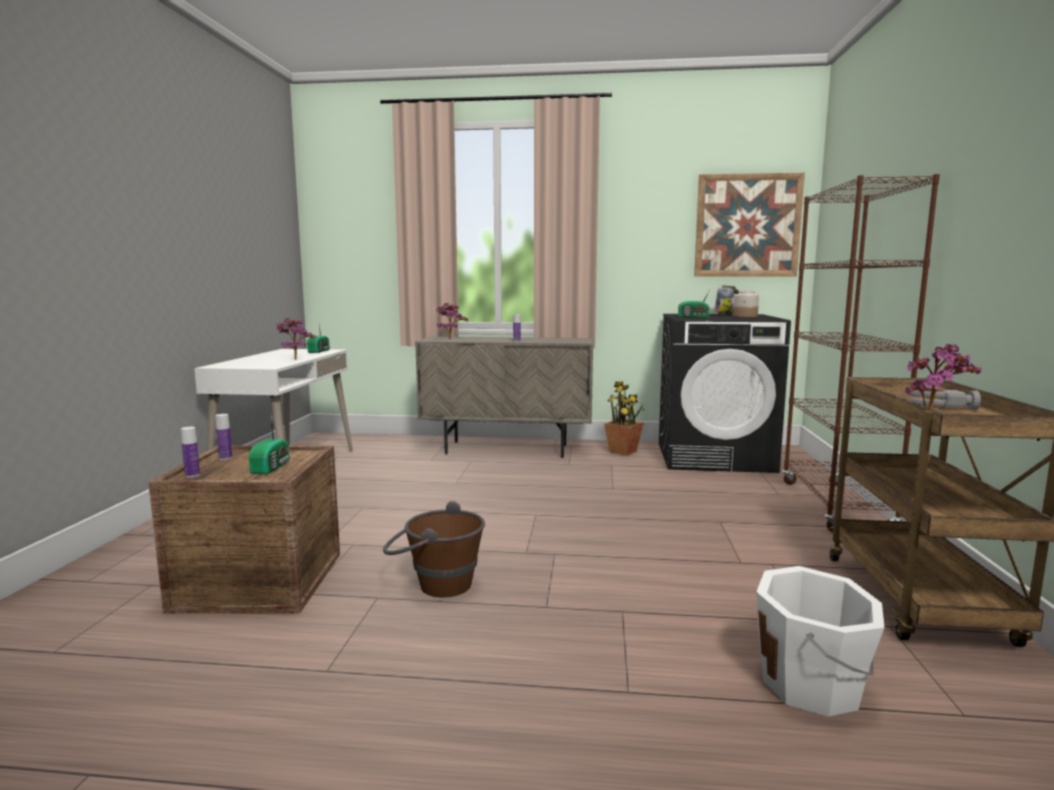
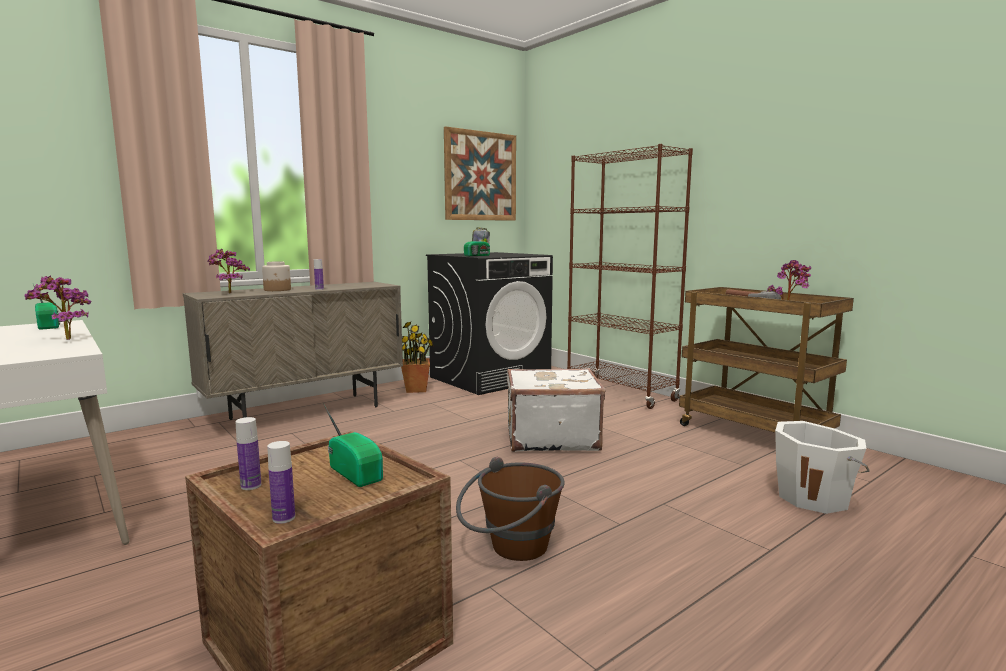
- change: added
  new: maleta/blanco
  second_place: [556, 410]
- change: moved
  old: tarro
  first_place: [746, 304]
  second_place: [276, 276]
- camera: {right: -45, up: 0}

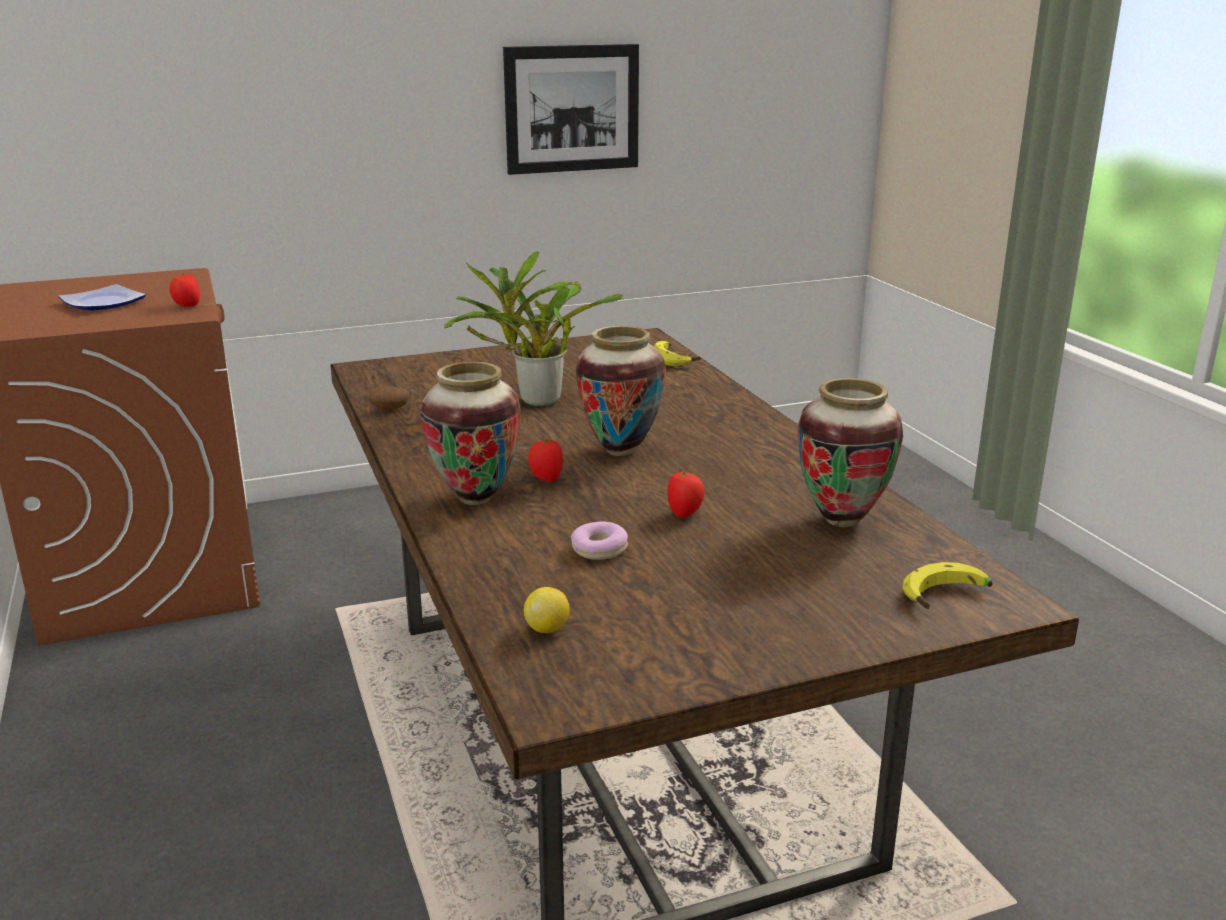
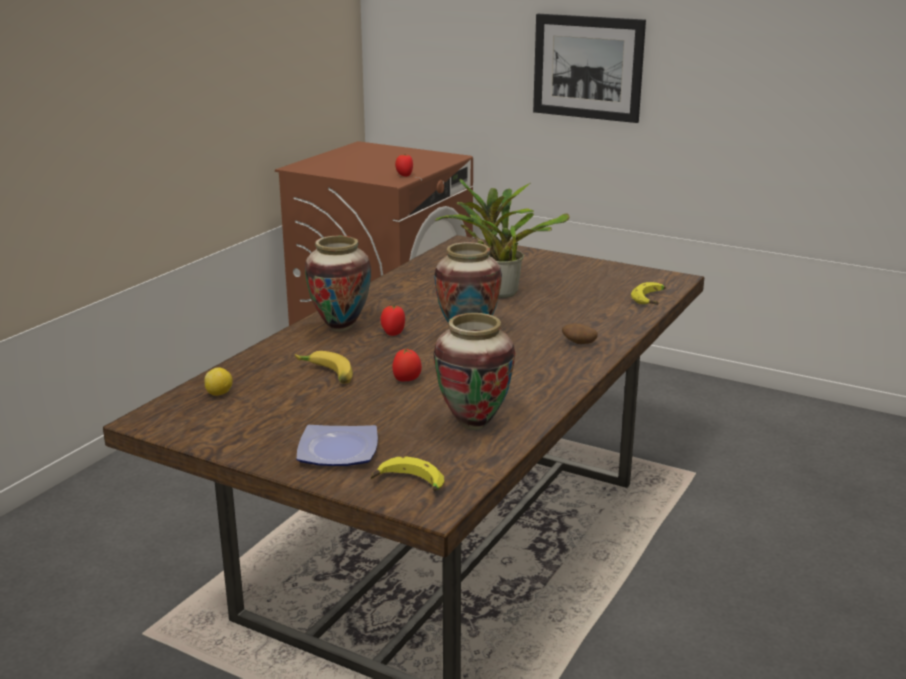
- change: moved
  old: plato
  first_place: [102, 297]
  second_place: [337, 445]
- change: moved
  old: patata
  first_place: [388, 398]
  second_place: [580, 333]
- change: moved
  old: cuadro
  first_place: [571, 109]
  second_place: [589, 68]
- change: replaced
  old: rosquilla
  new: plátano
  first_place: [599, 540]
  second_place: [324, 367]
- camera: {right: 50, up: 0}

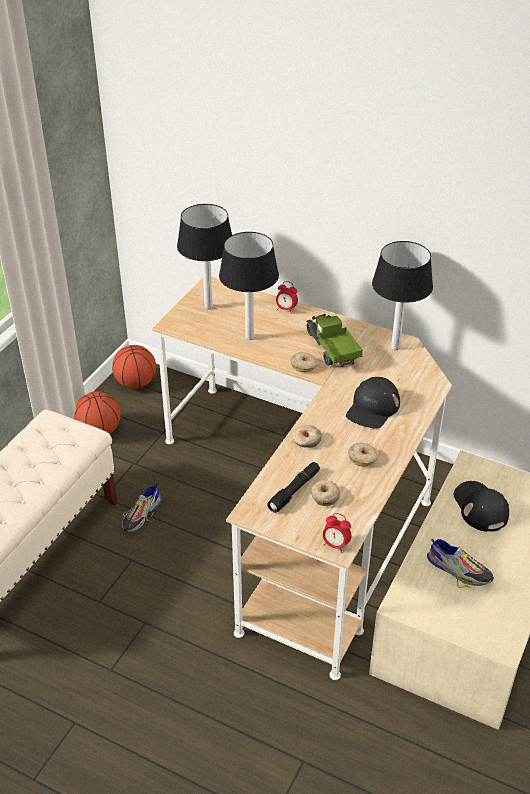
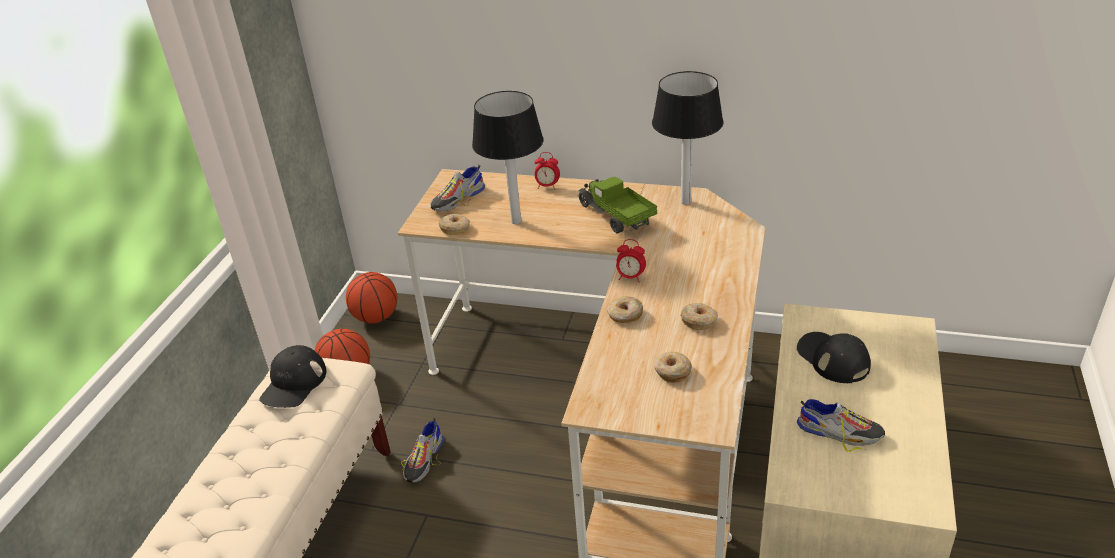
- change: removed
  old: linterna/negro
  first_place: [293, 487]
- change: moved
  old: rosquilla
  first_place: [303, 362]
  second_place: [454, 224]
- change: moved
  old: despertador
  first_place: [337, 533]
  second_place: [631, 260]
- change: moved
  old: gorra/negro
  first_place: [373, 403]
  second_place: [292, 376]
- change: replaced
  old: lámpara de mesa
  new: zapato
  first_place: [204, 256]
  second_place: [457, 188]
- camera: {right: -10, up: -5}

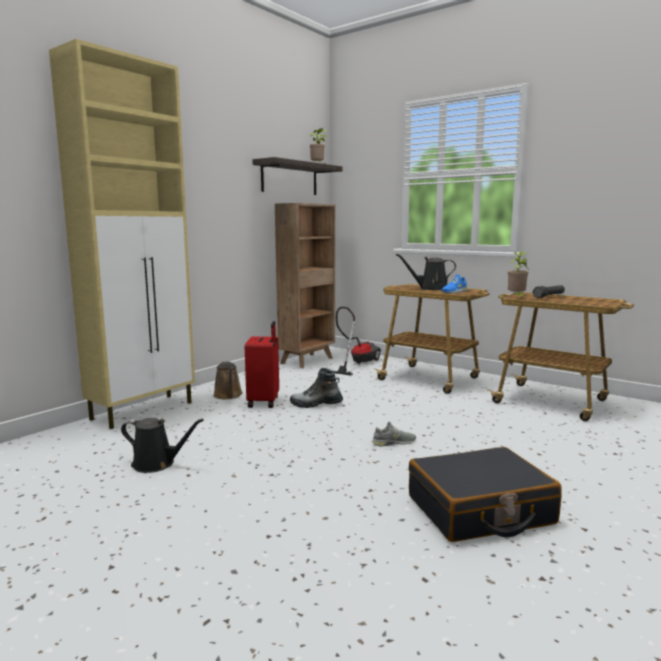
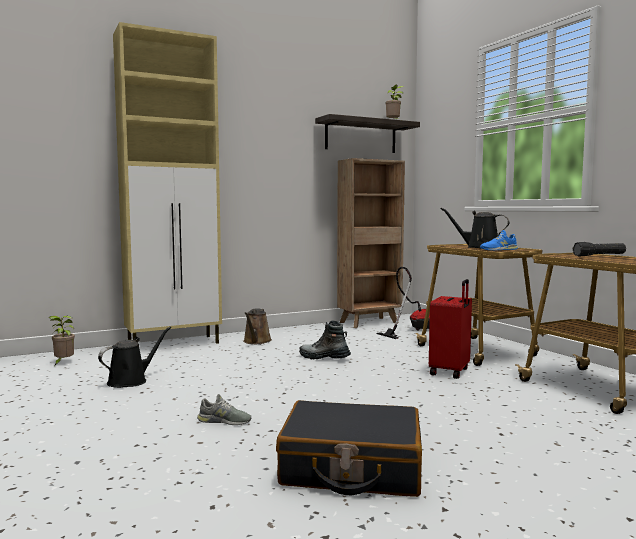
- change: moved
  old: maleta/rojo
  first_place: [262, 364]
  second_place: [450, 329]
- change: moved
  old: zapato/gris
  first_place: [394, 433]
  second_place: [224, 409]
- change: moved
  old: planta en maceta
  first_place: [518, 275]
  second_place: [62, 340]
- change: turned
  old: regadera/negro
  first_place: [162, 445]
  second_place: [134, 357]
  degrees: -90
- camera: {right: 25, up: -5}

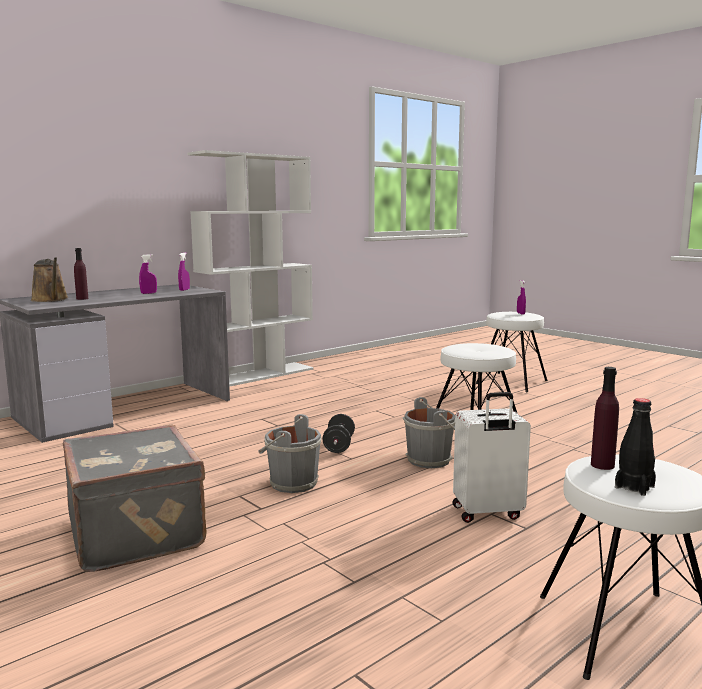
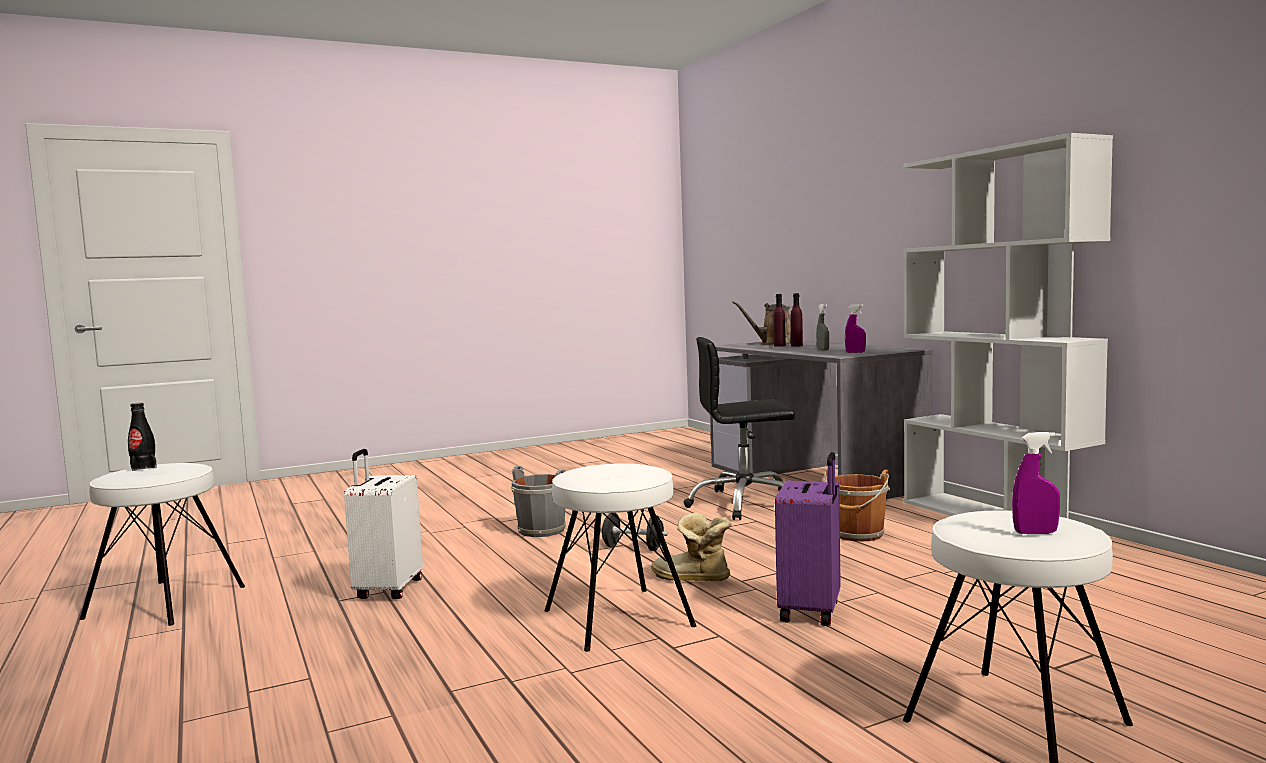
- change: removed
  old: maleta/gris
  first_place: [135, 498]
- change: removed
  old: cubo/gris
  first_place: [428, 432]
- change: added
  new: bota
  second_place: [691, 547]
- change: added
  new: silla de oficina/negro
  second_place: [738, 428]
- change: added
  new: maleta/morado
  second_place: [808, 539]
- change: added
  new: cubo/marrón
  second_place: [856, 504]
- change: moved
  old: botella/morado
  first_place: [605, 418]
  second_place: [797, 320]
- change: recoloured
  old: pulverizador/morado
  new: pulverizador/gris
  first_place: [148, 274]
  second_place: [822, 327]
- camera: {right: 105, up: -5}

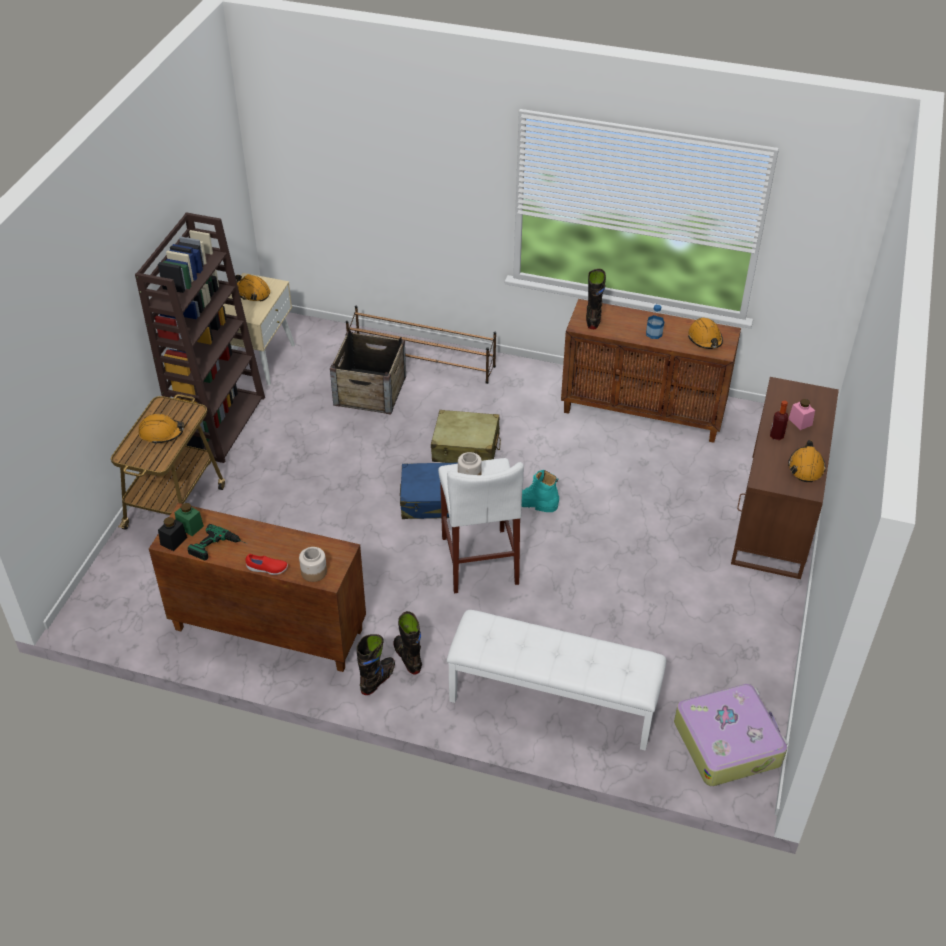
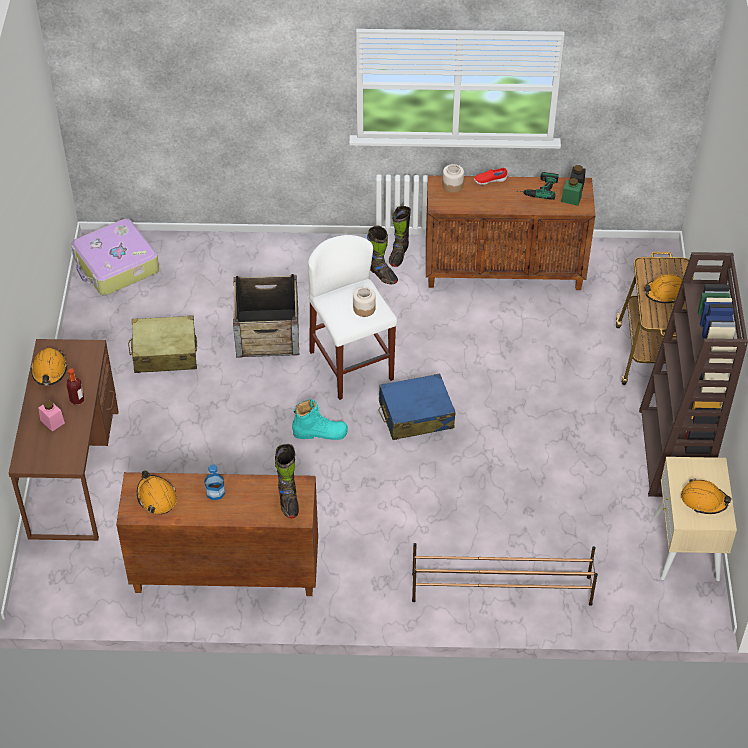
- change: removed
  old: banco/blanco
  first_place: [556, 680]
- change: moved
  old: caja de embalaje
  first_place: [368, 372]
  second_place: [266, 316]
- change: moved
  old: maleta/beis
  first_place: [466, 436]
  second_place: [162, 344]
- camera: {right: 165, up: 5}

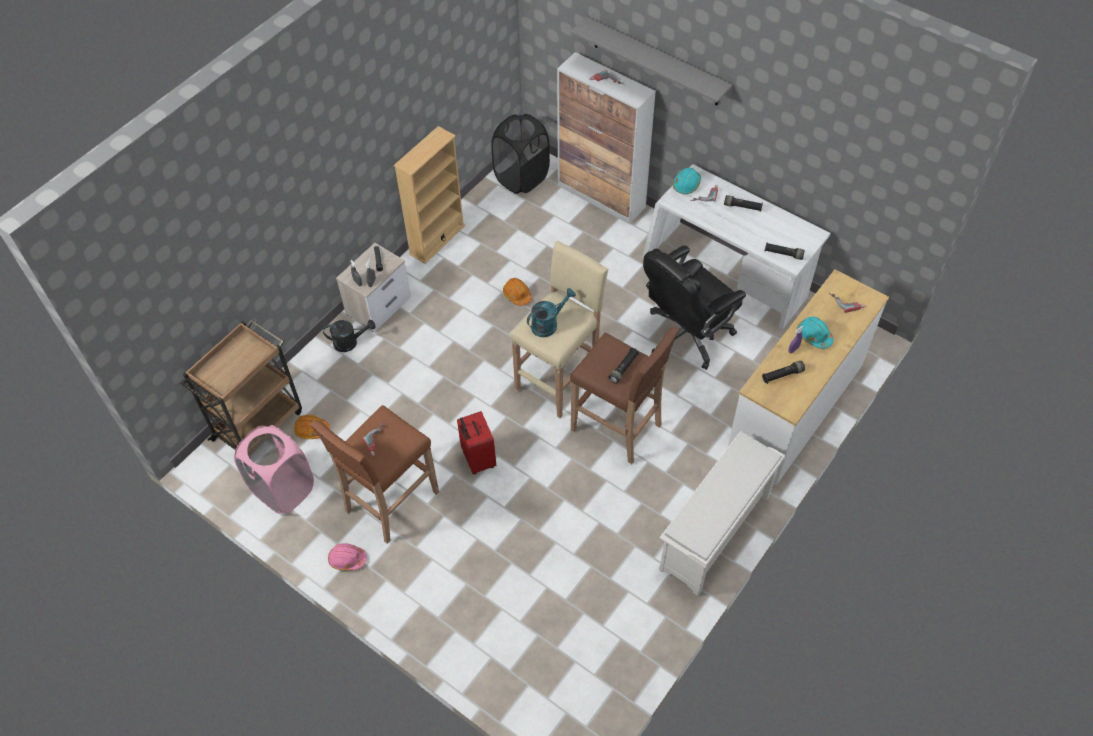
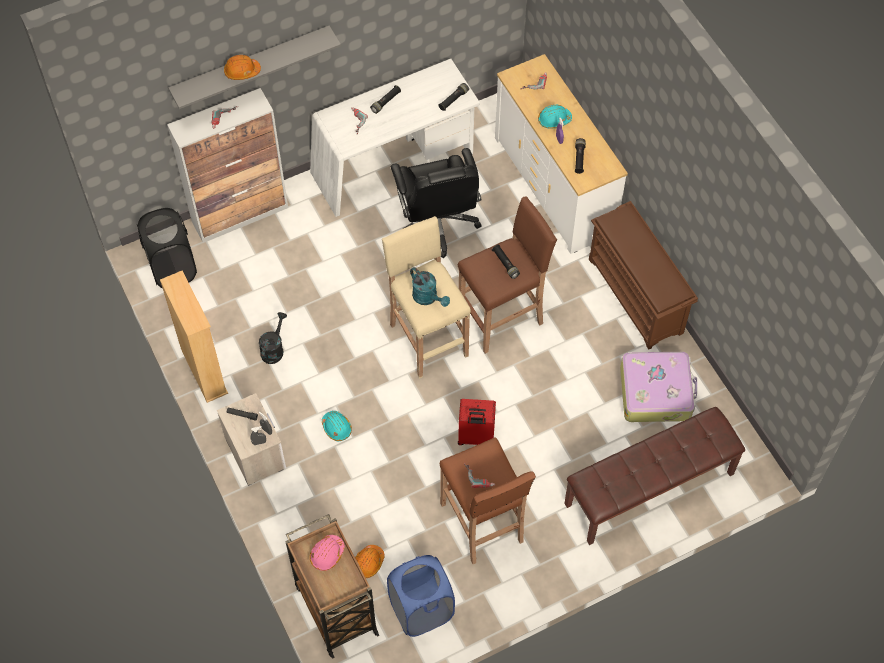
- change: added
  new: banco/marrón
  second_place: [654, 476]
- change: added
  new: maleta
  second_place: [658, 387]
- change: moved
  old: regadera/negro
  first_place: [349, 336]
  second_place: [273, 338]
- change: moved
  old: casco/rosa
  first_place: [347, 557]
  second_place: [327, 553]
- change: moved
  old: casco/naranja
  first_place: [517, 292]
  second_place: [242, 67]
- change: moved
  old: casco/turquesa
  first_place: [687, 180]
  second_place: [337, 426]
- change: recoloured
  old: cesto de la ropa/rosa
  new: cesto de la ropa/azul
  first_place: [274, 469]
  second_place: [421, 596]
- change: recoloured
  old: zapatero/blanco
  new: zapatero/marrón
  first_place: [722, 513]
  second_place: [643, 275]
- change: turned
  old: regadera/turquesa
  first_place: [551, 312]
  second_place: [430, 287]
  degrees: 150
- camera: {right: -65, up: 5}

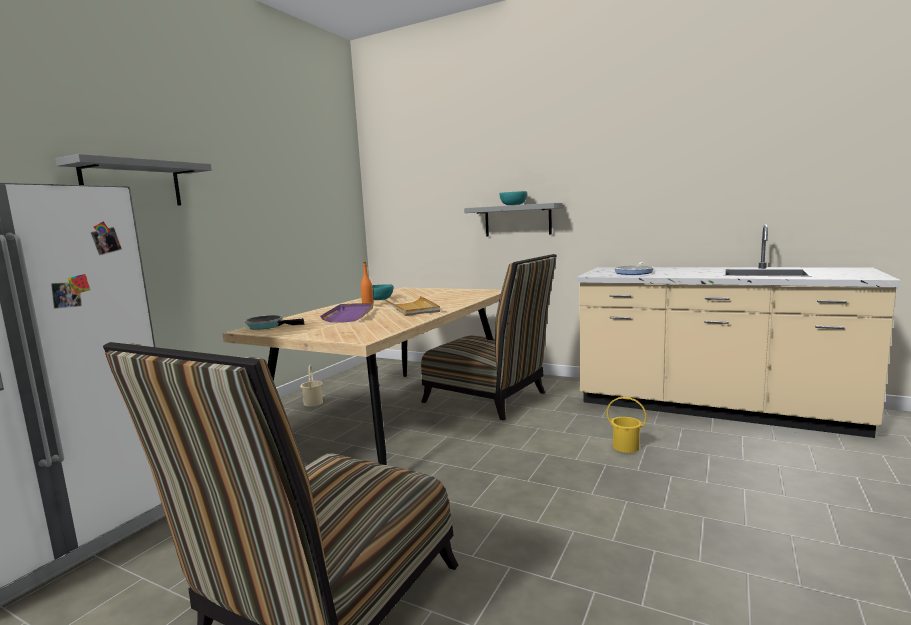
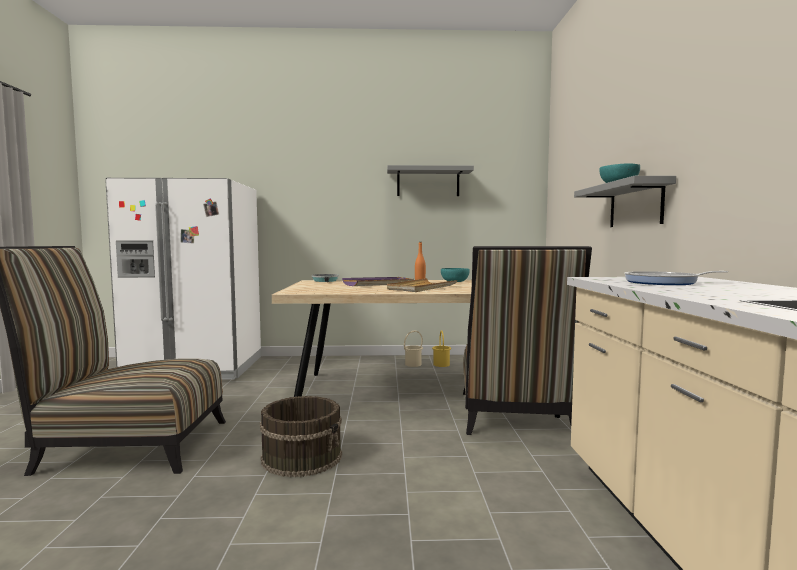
- change: added
  new: cubo/marrón
  second_place: [301, 436]
- change: moved
  old: estante/gris
  first_place: [133, 180]
  second_place: [430, 180]
- change: moved
  old: cubo/amarillo
  first_place: [627, 425]
  second_place: [441, 348]
- camera: {right: 60, up: -5}

